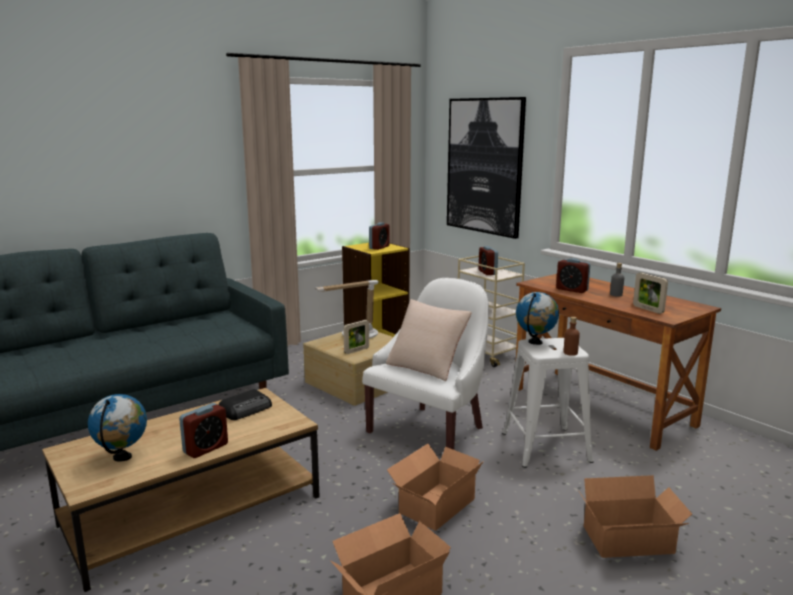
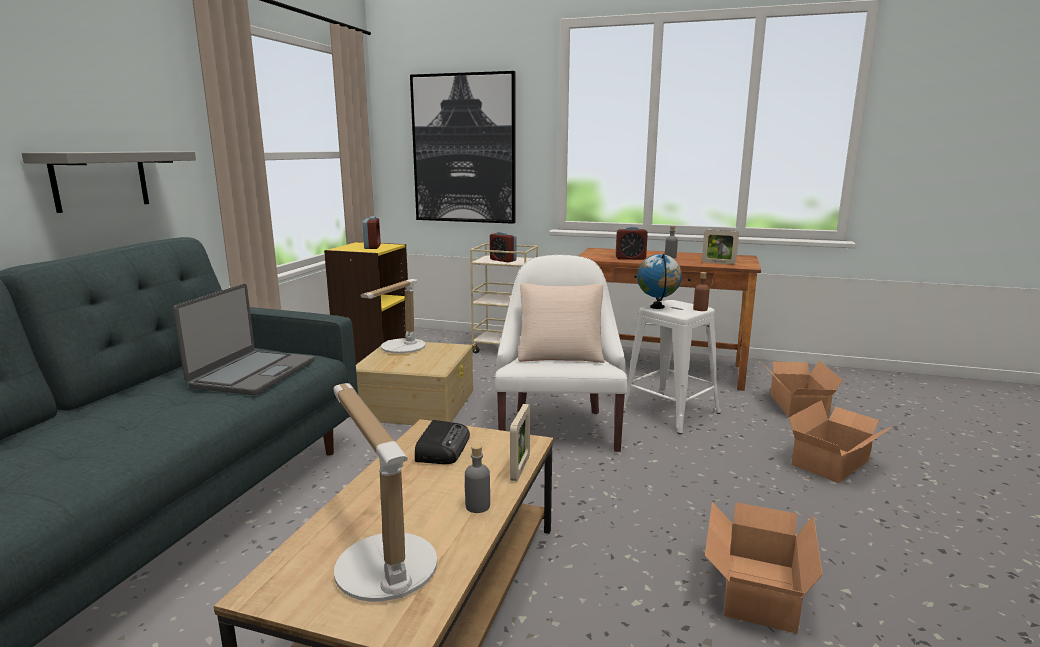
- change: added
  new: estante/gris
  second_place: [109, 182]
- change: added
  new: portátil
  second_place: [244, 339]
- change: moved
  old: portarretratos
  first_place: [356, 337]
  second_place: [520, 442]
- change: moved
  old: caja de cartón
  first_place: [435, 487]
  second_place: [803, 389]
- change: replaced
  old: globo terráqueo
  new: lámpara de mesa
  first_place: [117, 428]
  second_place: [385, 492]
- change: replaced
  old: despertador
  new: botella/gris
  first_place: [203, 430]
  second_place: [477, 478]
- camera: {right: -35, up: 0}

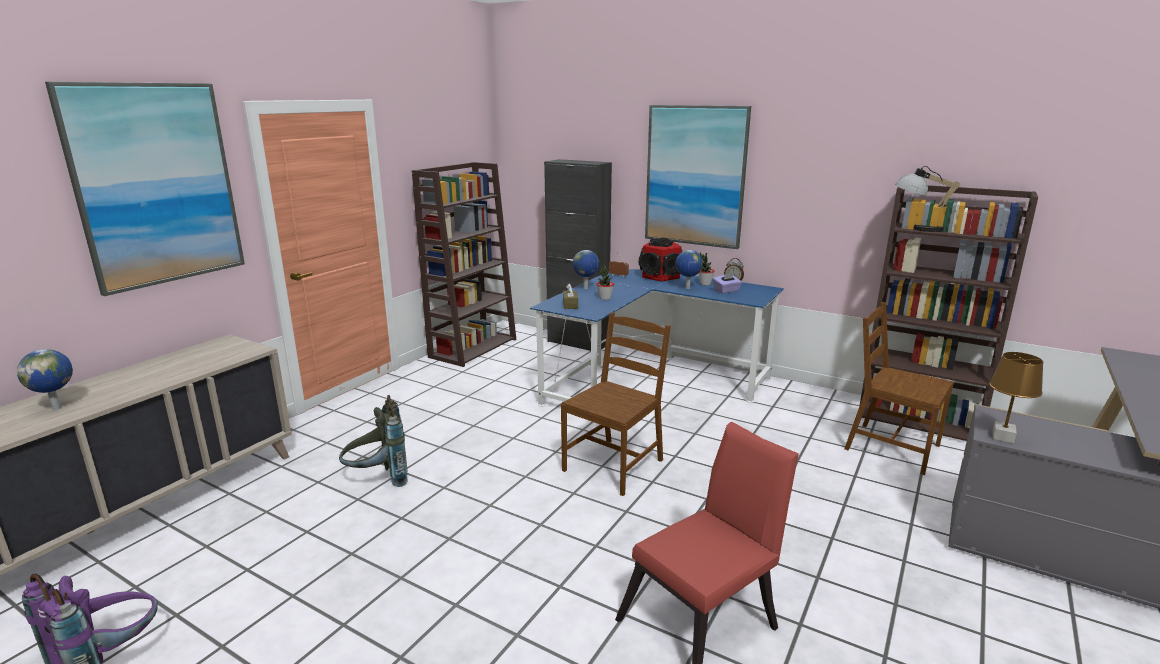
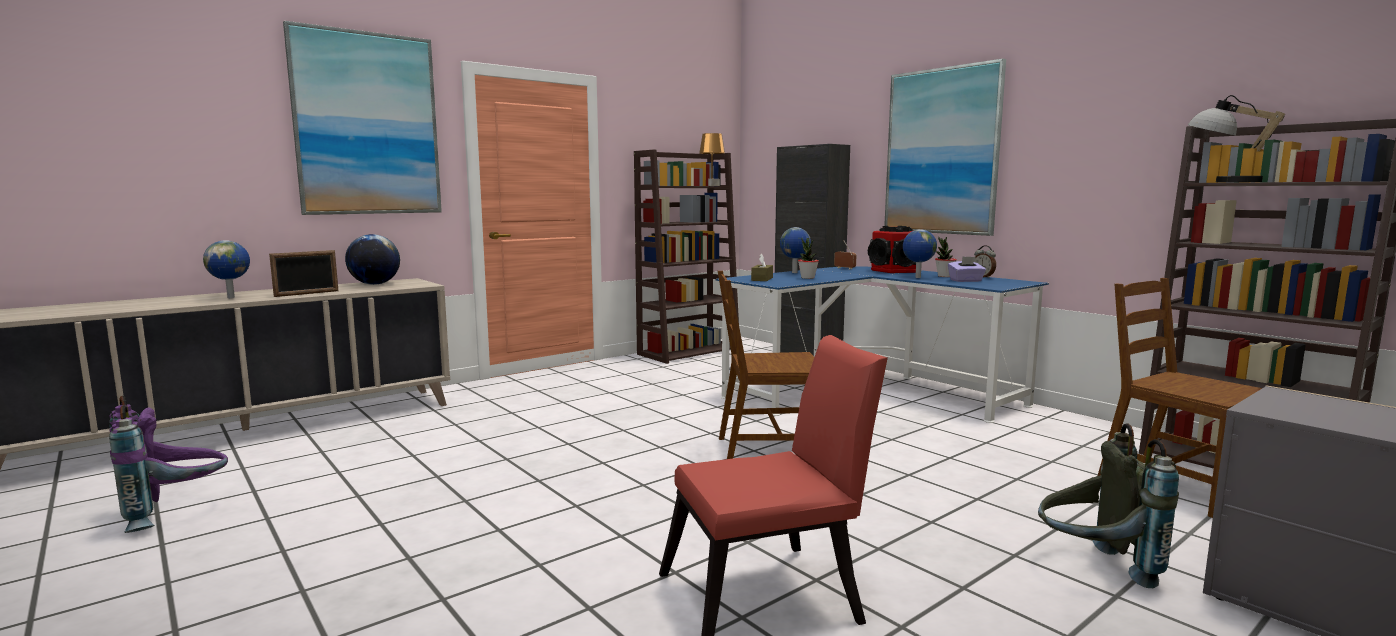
- change: added
  new: portarretratos
  second_place: [303, 273]
- change: added
  new: globo terráqueo
  second_place: [372, 259]
- change: moved
  old: mochila/gris
  first_place: [373, 441]
  second_place: [1108, 505]
- change: moved
  old: lámpara de mesa/marrón
  first_place: [1016, 397]
  second_place: [712, 159]
- change: turned
  old: silla/marrón
  first_place: [616, 404]
  second_place: [766, 365]
  degrees: -150
- camera: {right: 20, up: -10}

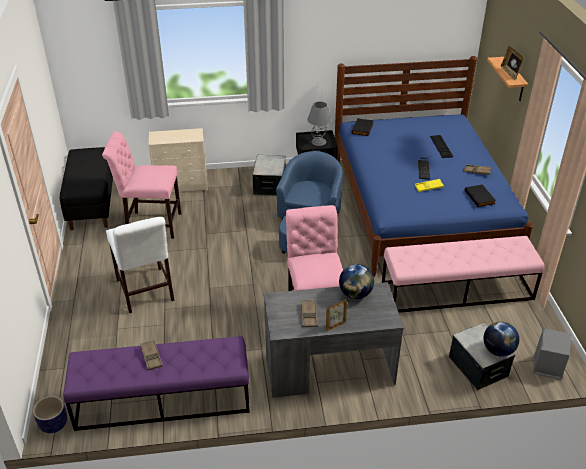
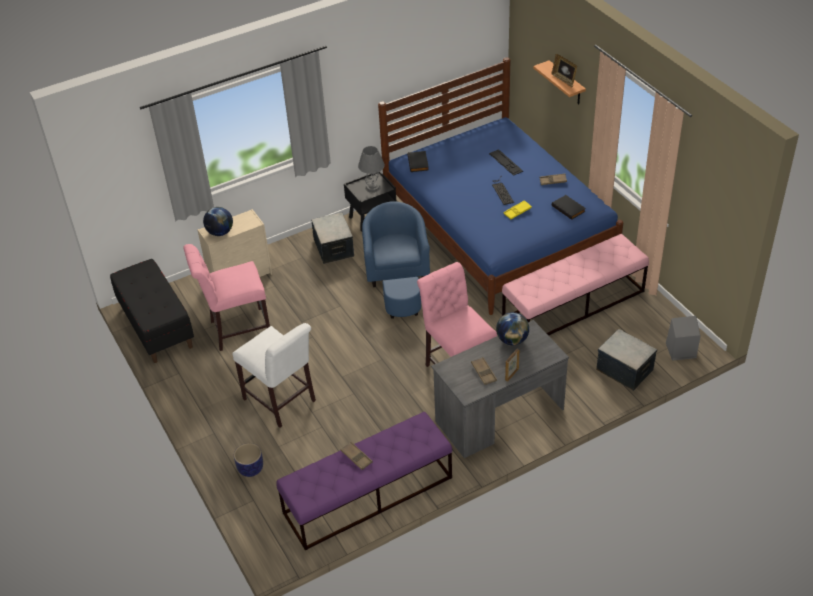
- change: moved
  old: maceta
  first_place: [50, 414]
  second_place: [248, 460]
- change: moved
  old: globo terráqueo
  first_place: [501, 339]
  second_place: [218, 221]
- camera: {right: -20, up: 5}

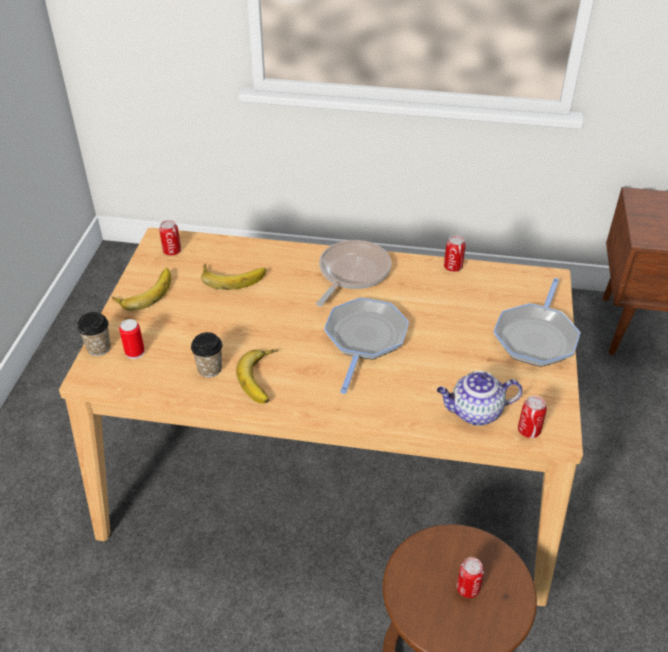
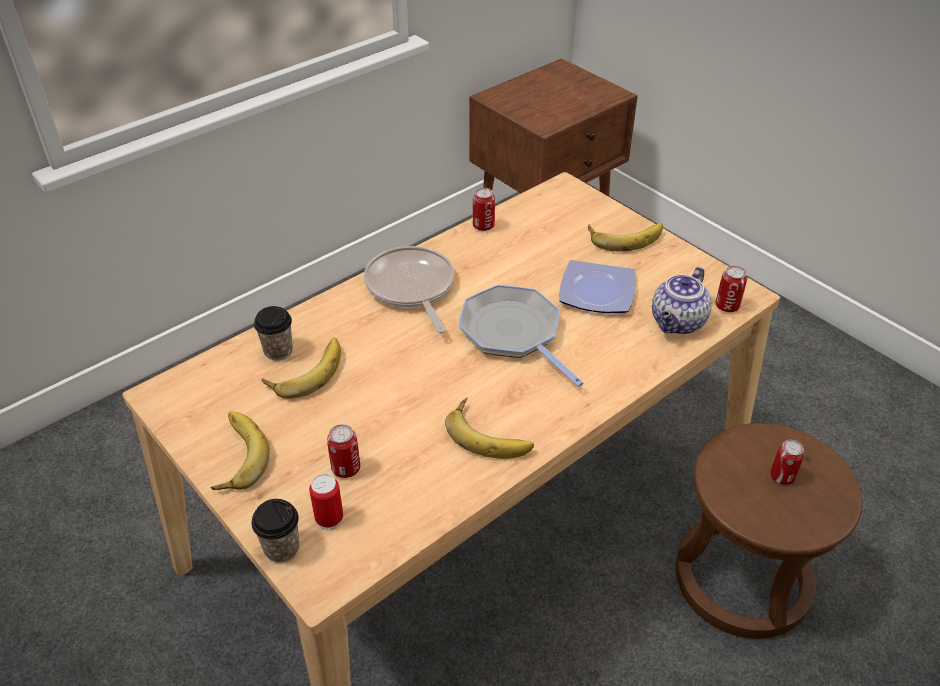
- change: added
  new: plato
  second_place: [597, 286]
- change: moved
  old: lata
  first_place: [170, 238]
  second_place: [344, 451]
- change: moved
  old: taza
  first_place: [207, 354]
  second_place: [273, 333]
- change: replaced
  old: sartén
  new: plátano
  first_place: [537, 322]
  second_place: [625, 237]
- camera: {right: -50, up: 0}

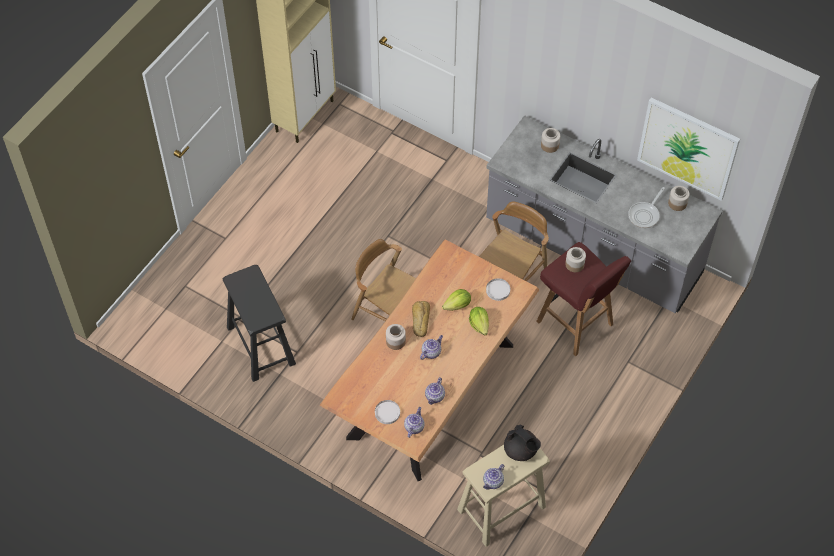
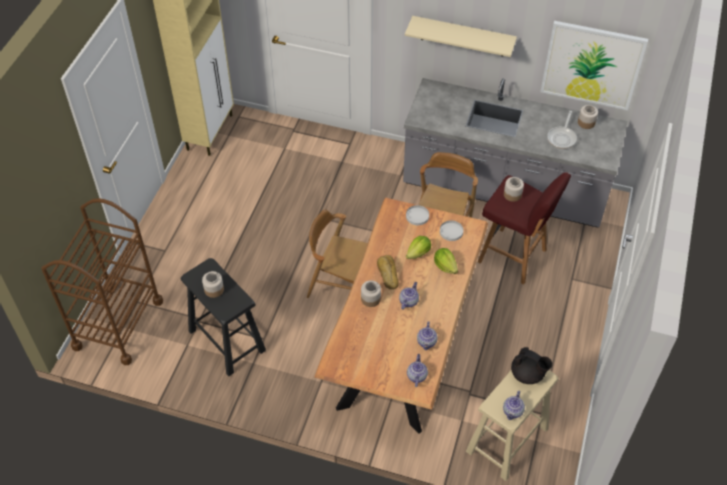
- change: added
  new: carrito/marrón
  second_place: [102, 281]
- change: added
  new: estante/beis
  second_place: [461, 36]
- change: moved
  old: plato/blanco
  first_place: [387, 412]
  second_place: [417, 215]
- change: moved
  old: tarro
  first_place: [550, 140]
  second_place: [213, 284]
- camera: {right: -15, up: -5}

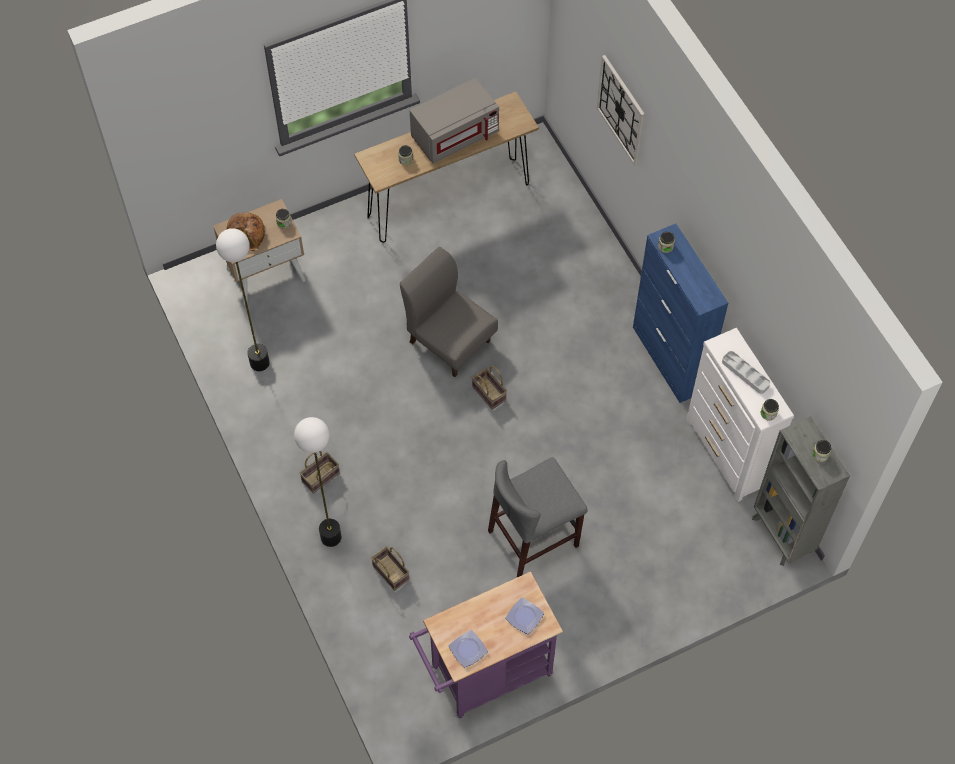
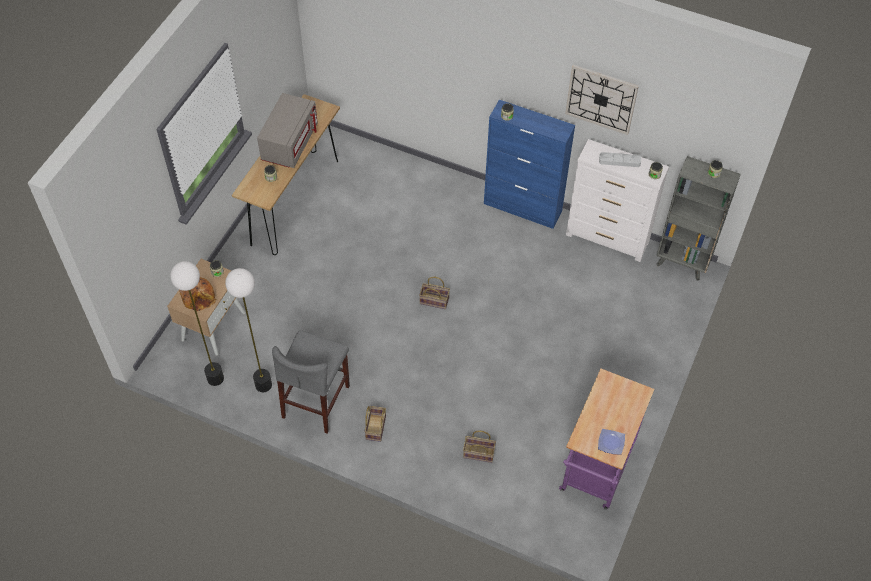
- change: removed
  old: silla/gris
  first_place: [449, 312]
- change: removed
  old: plato
  first_place: [524, 615]
- change: moved
  old: lámpara de pie
  first_place: [318, 482]
  second_place: [197, 323]
- change: moved
  old: taburete/gris
  first_place: [538, 517]
  second_place: [311, 382]
- change: moved
  old: reloj de pared
  first_place: [621, 110]
  second_place: [602, 100]
- camera: {right: -40, up: -5}

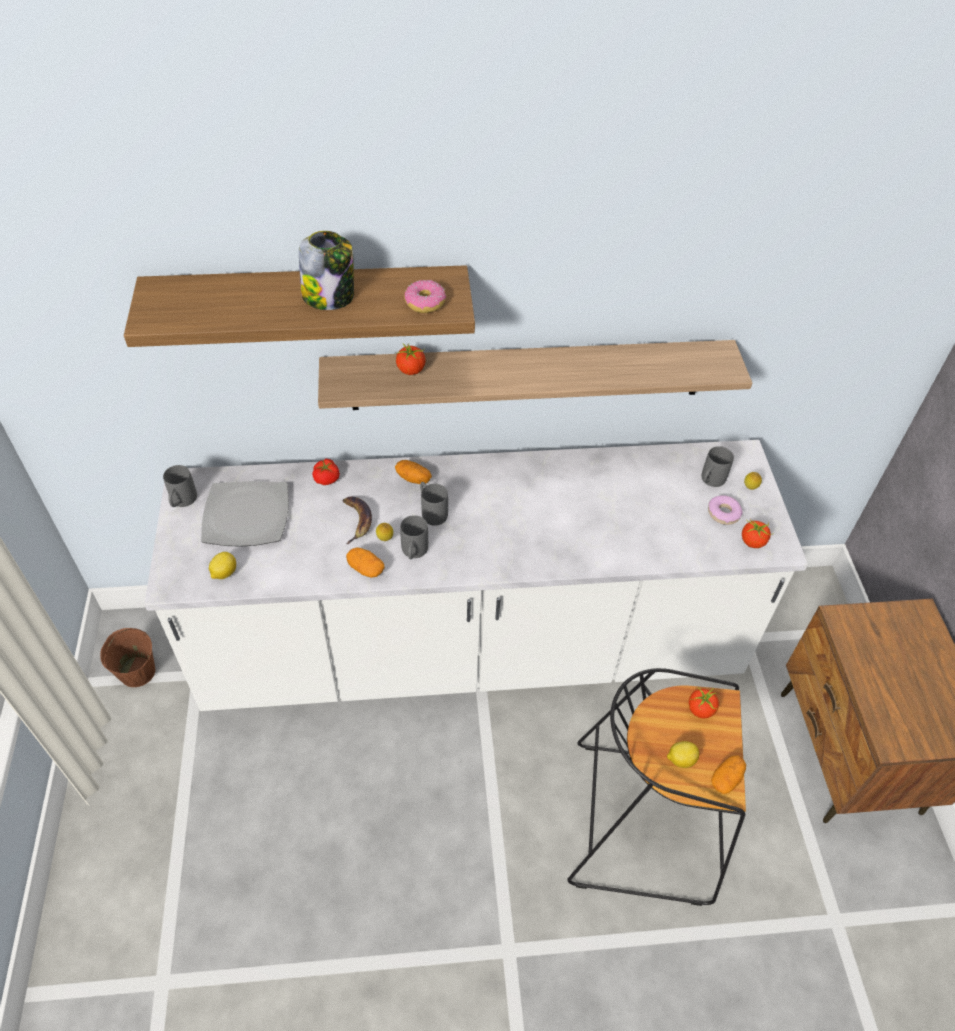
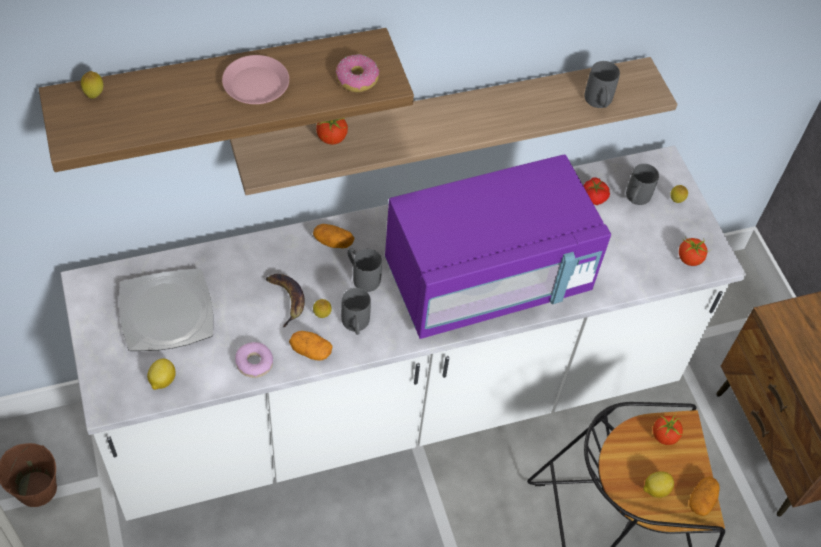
- change: added
  new: limón
  second_place: [92, 84]
- change: added
  new: microondas/morado
  second_place: [498, 247]
- change: moved
  old: taza grande/gris
  first_place: [180, 486]
  second_place: [602, 84]
- change: moved
  old: tomate
  first_place: [326, 472]
  second_place: [596, 191]
- change: moved
  old: rosquilla
  first_place: [725, 510]
  second_place: [254, 360]
- change: replaced
  old: tarro
  new: plato/rosa
  first_place: [326, 270]
  second_place: [255, 79]
- camera: {right: -15, up: 5}

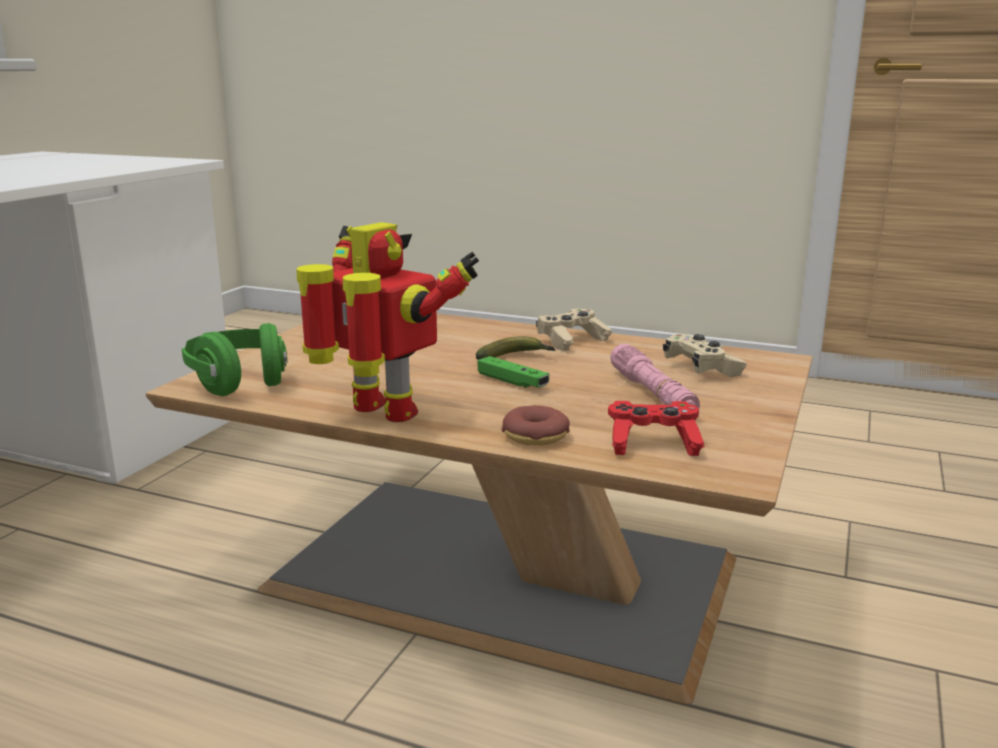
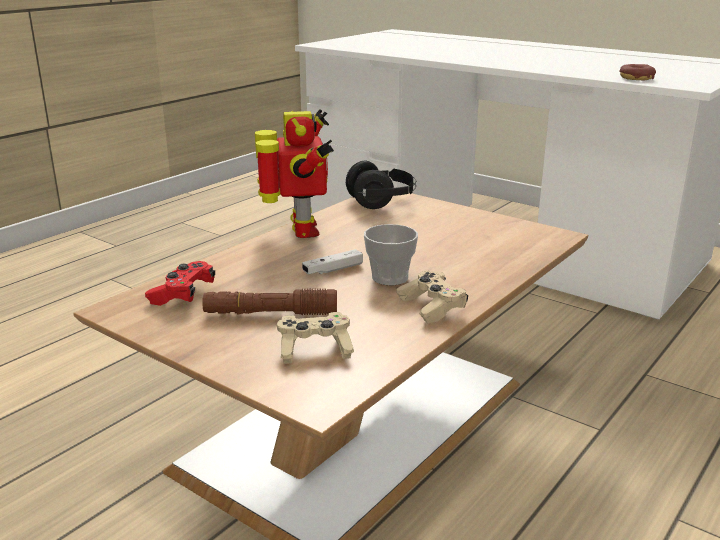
- change: moved
  old: rosquilla
  first_place: [536, 425]
  second_place: [637, 72]
- change: replaced
  old: plátano
  new: taza
  first_place: [516, 348]
  second_place: [391, 254]
- change: recoloured
  old: auriculares/verde
  new: auriculares/negro
  first_place: [235, 359]
  second_place: [381, 185]
- change: recoloured
  old: mando de consola/verde
  new: mando de consola/blanco
  first_place: [513, 372]
  second_place: [332, 261]
- change: recoloured
  old: linterna/rosa
  new: linterna/marrón
  first_place: [655, 376]
  second_place: [269, 301]
- change: turned
  old: robot de juguete
  first_place: [387, 322]
  second_place: [294, 173]
  degrees: -60
- camera: {right: 105, up: 5}

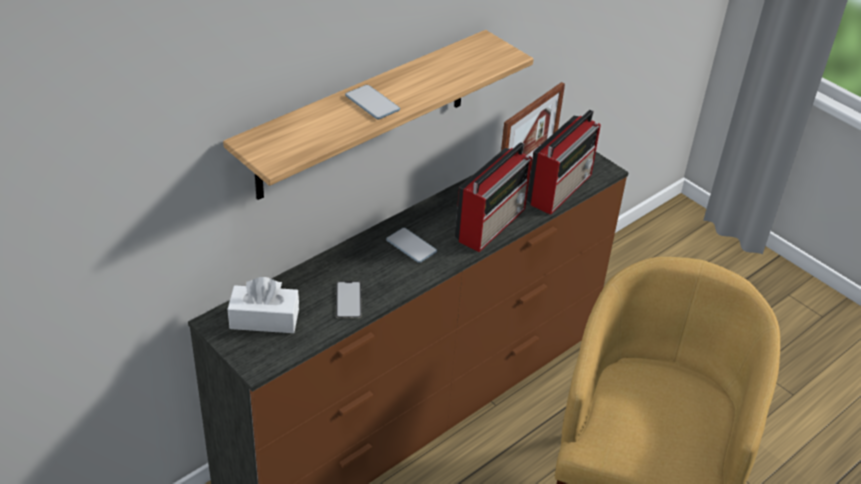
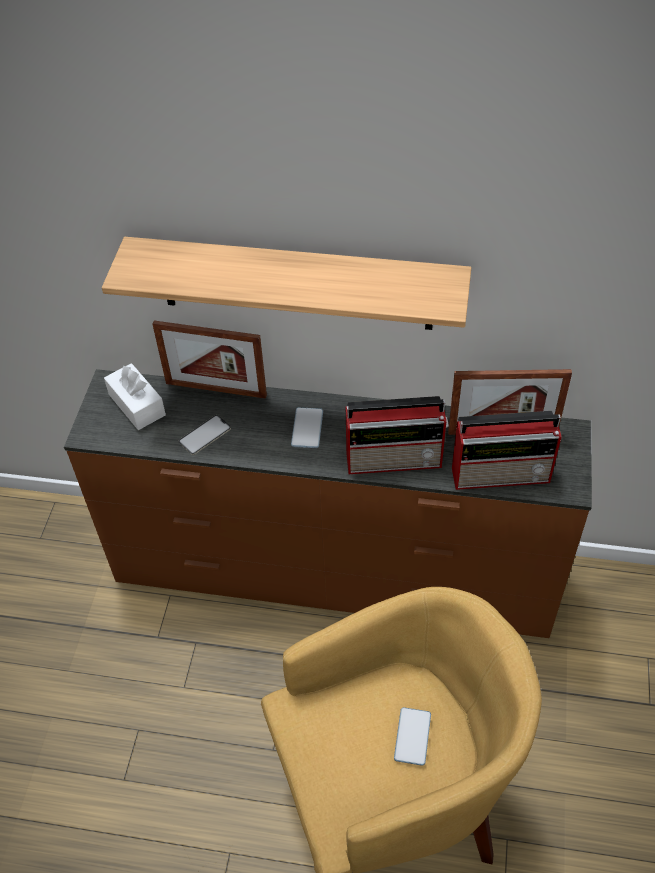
- change: added
  new: portarretratos
  second_place: [209, 360]
- change: moved
  old: móvil
  first_place: [372, 102]
  second_place: [412, 736]
- camera: {right: 55, up: 10}

